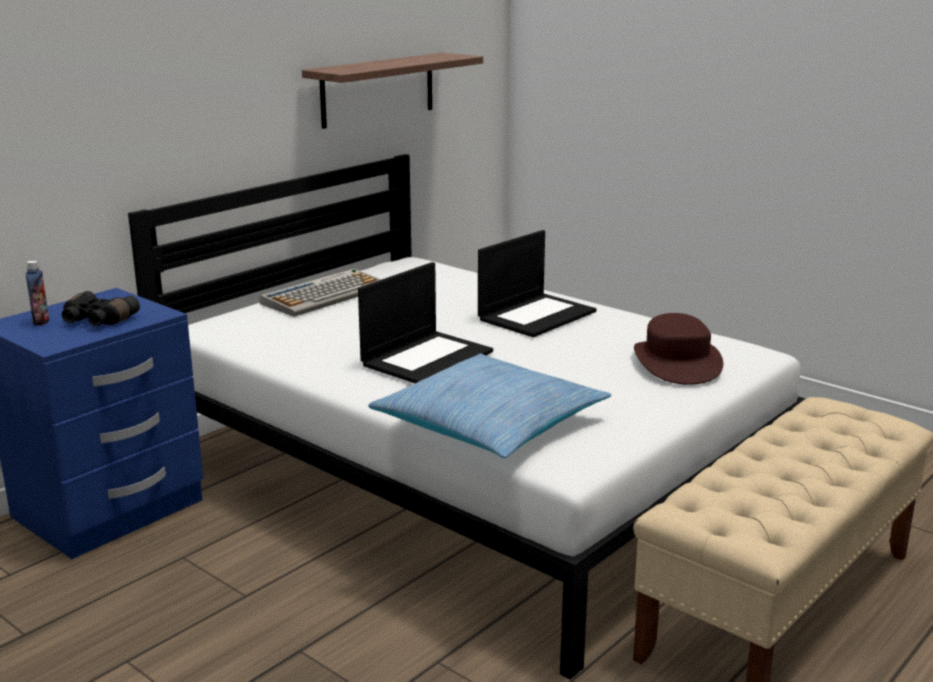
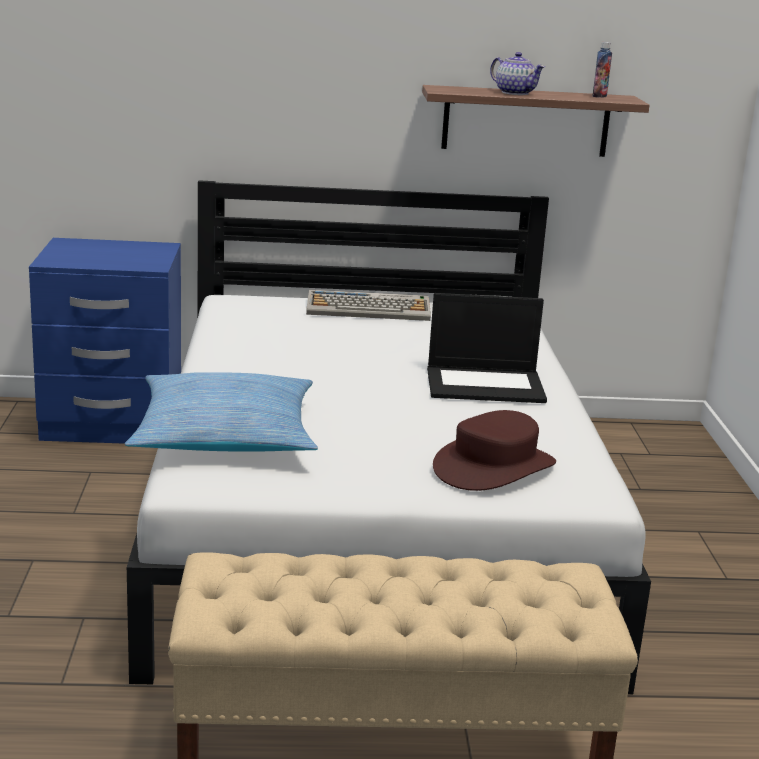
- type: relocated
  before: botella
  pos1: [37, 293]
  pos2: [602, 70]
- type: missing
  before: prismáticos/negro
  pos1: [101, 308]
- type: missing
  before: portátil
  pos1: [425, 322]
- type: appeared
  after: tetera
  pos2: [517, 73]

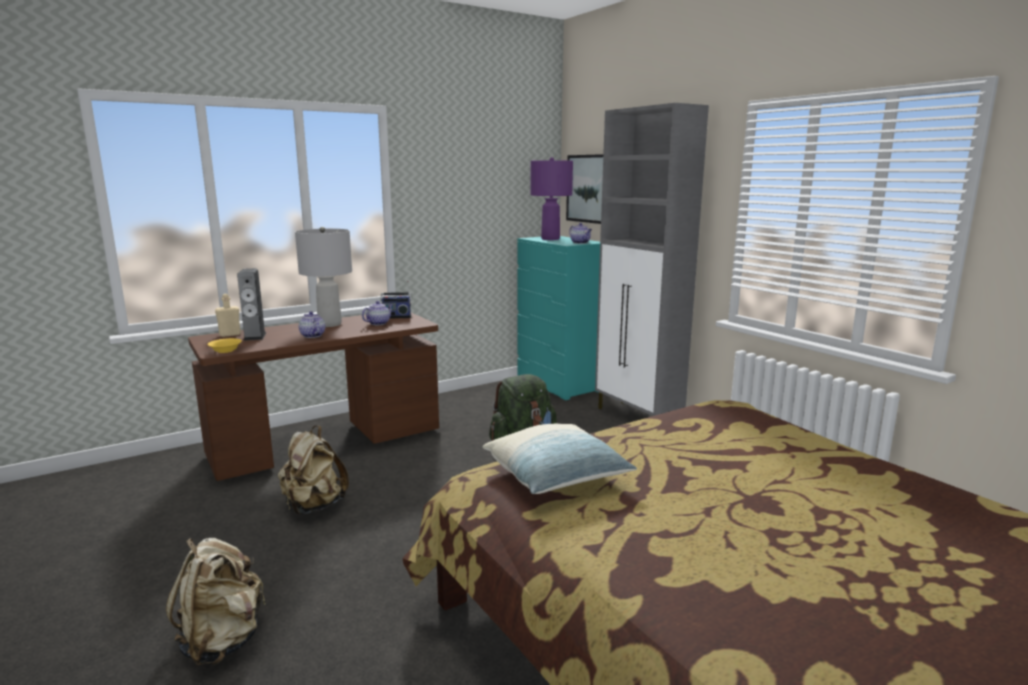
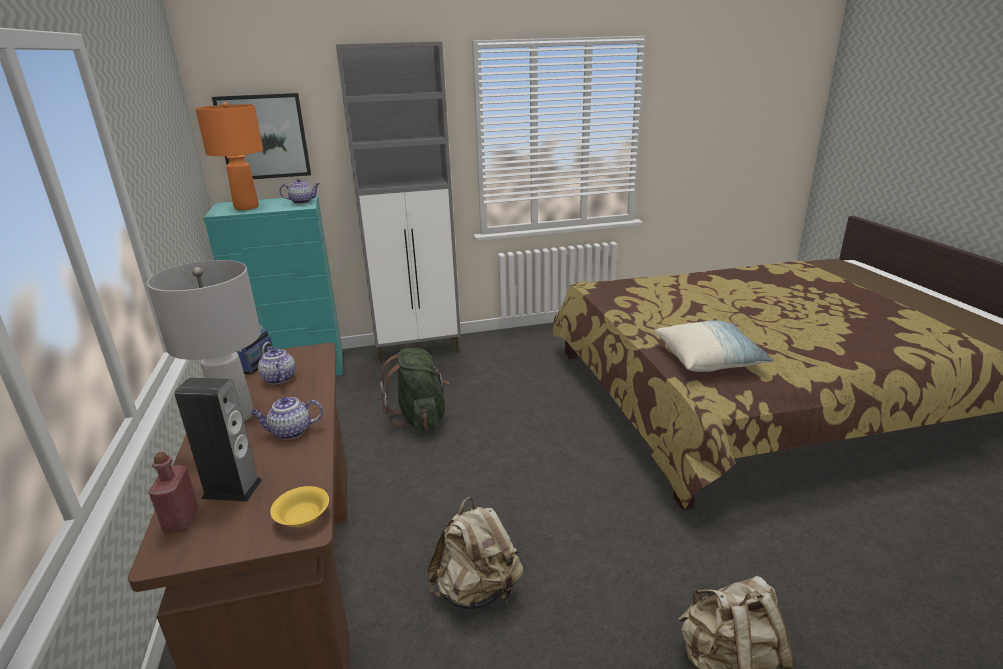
- type: colour
  before: botella/beis
  after: botella/rojo
  pos1: [228, 315]
  pos2: [173, 492]
- type: colour
  before: lámpara de mesa/morado
  after: lámpara de mesa/naranja
  pos1: [551, 198]
  pos2: [229, 156]

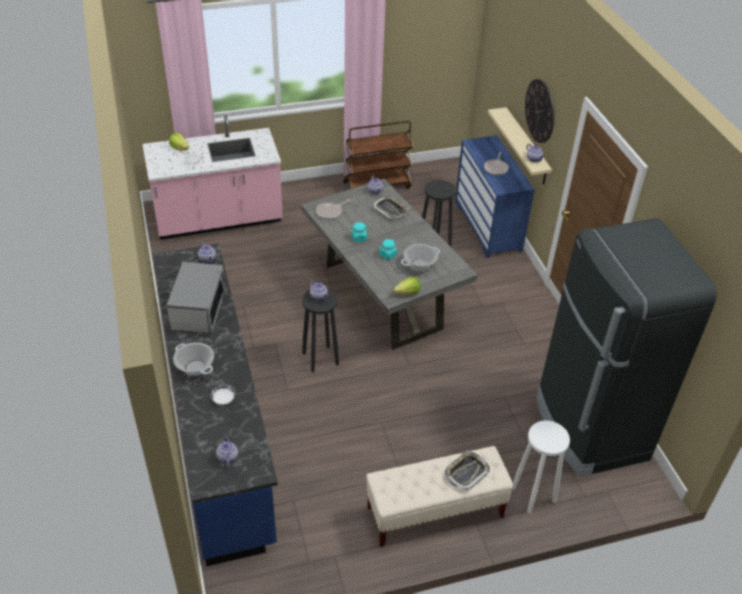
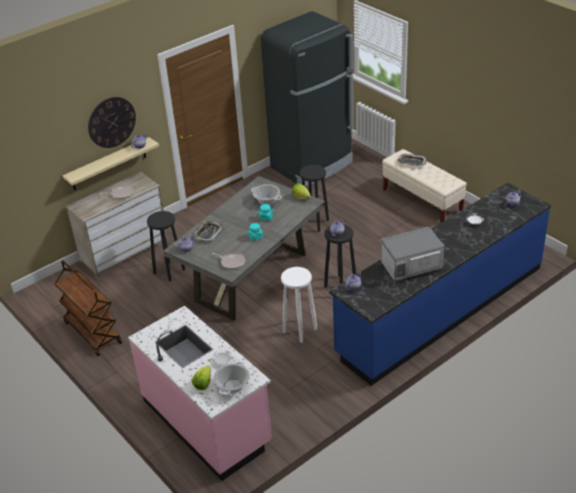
- type: relocated
  before: olla
  pos1: [193, 359]
  pos2: [231, 379]
- type: colour
  before: cómoda/azul
  after: cómoda/beis
  pos1: [495, 196]
  pos2: [117, 225]
- type: relocated
  before: taburete/blanco
  pos1: [541, 467]
  pos2: [299, 305]
- type: appeared
  after: taburete/negro
  pos2: [314, 198]

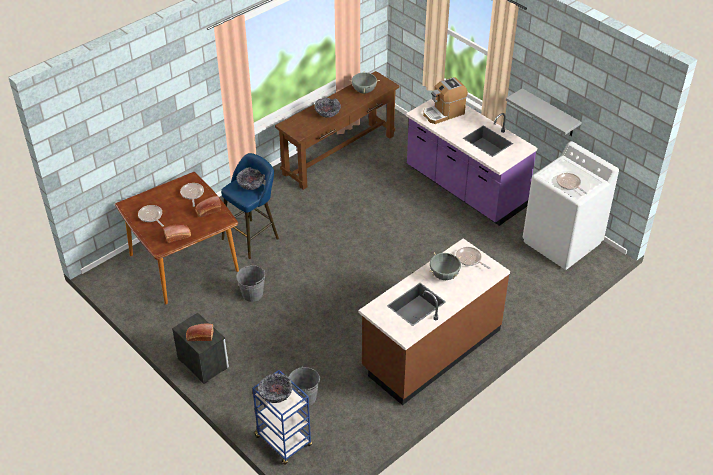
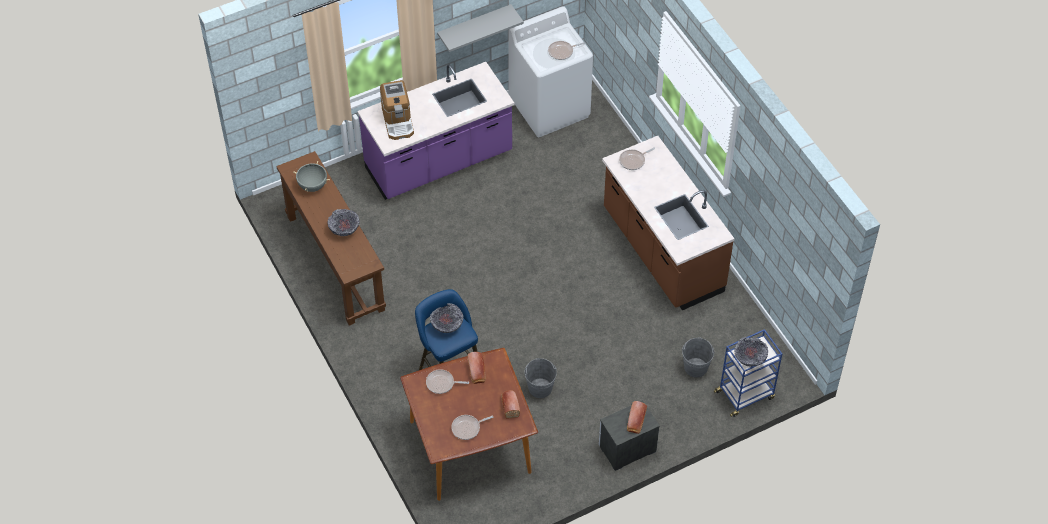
- type: missing
  before: olla/gris
  pos1: [445, 266]

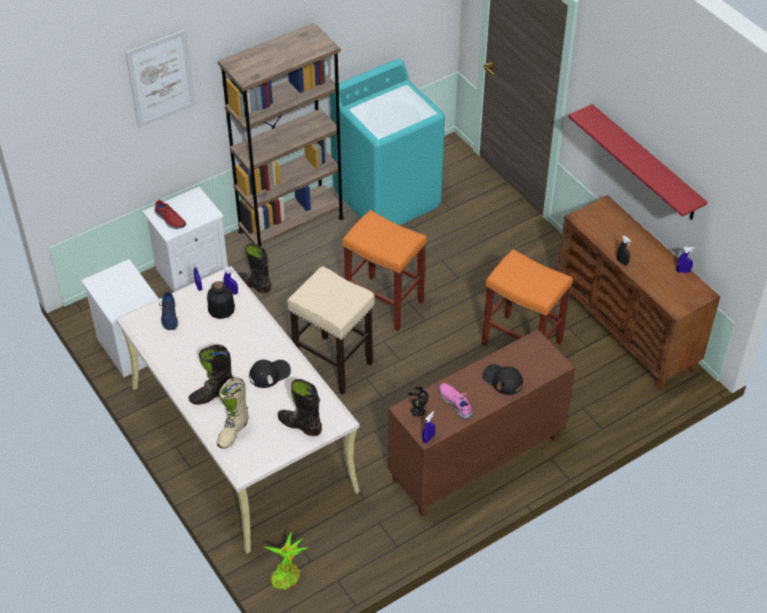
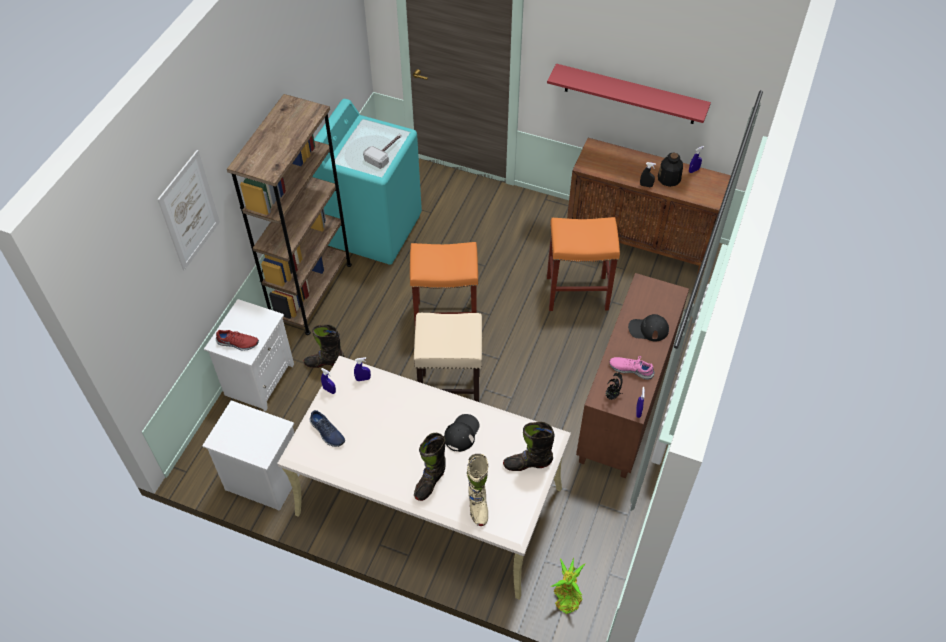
- type: relocated
  before: botella
  pos1: [221, 300]
  pos2: [670, 169]
- type: appeared
  after: martillo
  pos2: [382, 151]

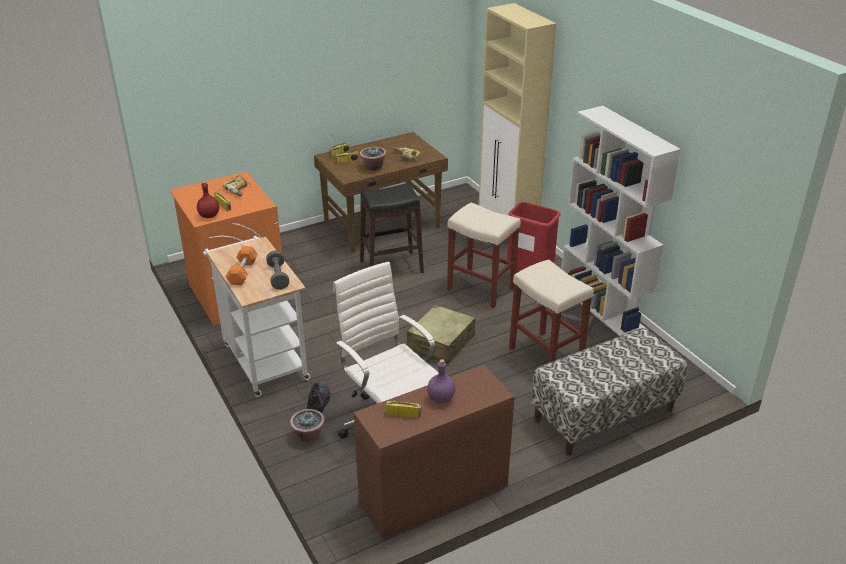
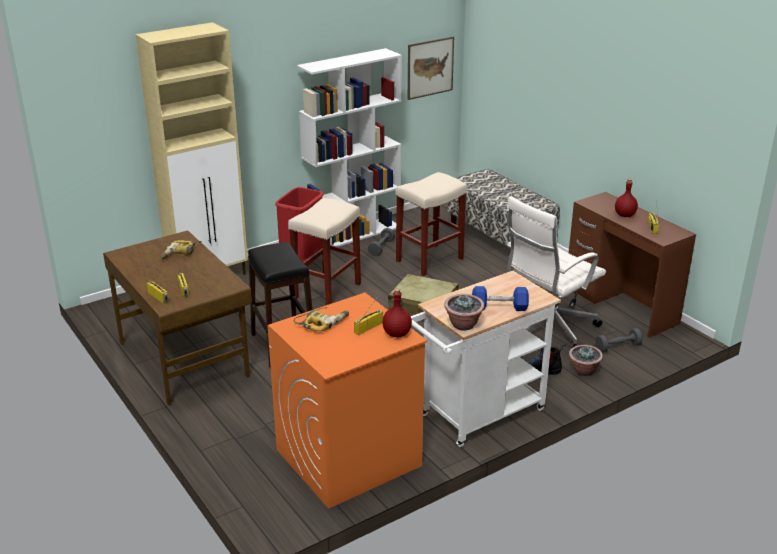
- type: colour
  before: mancuerna/naranja
  after: mancuerna/azul
  pos1: [242, 265]
  pos2: [500, 298]
- type: relocated
  before: mancuerna/gris
  pos1: [277, 270]
  pos2: [619, 340]
- type: relocated
  before: planta en maceta
  pos1: [373, 159]
  pos2: [464, 312]
- type: colour
  before: botella/morado
  after: botella/rojo
  pos1: [441, 381]
  pos2: [626, 198]
- type: appeared
  after: cuadro
  pos2: [431, 68]

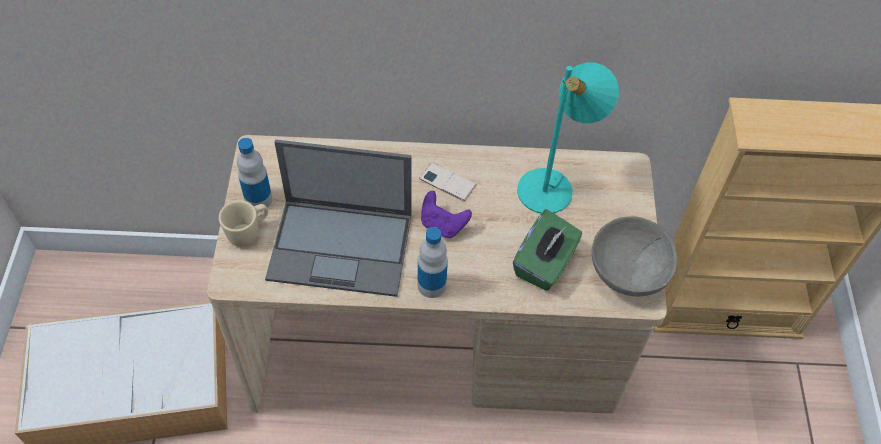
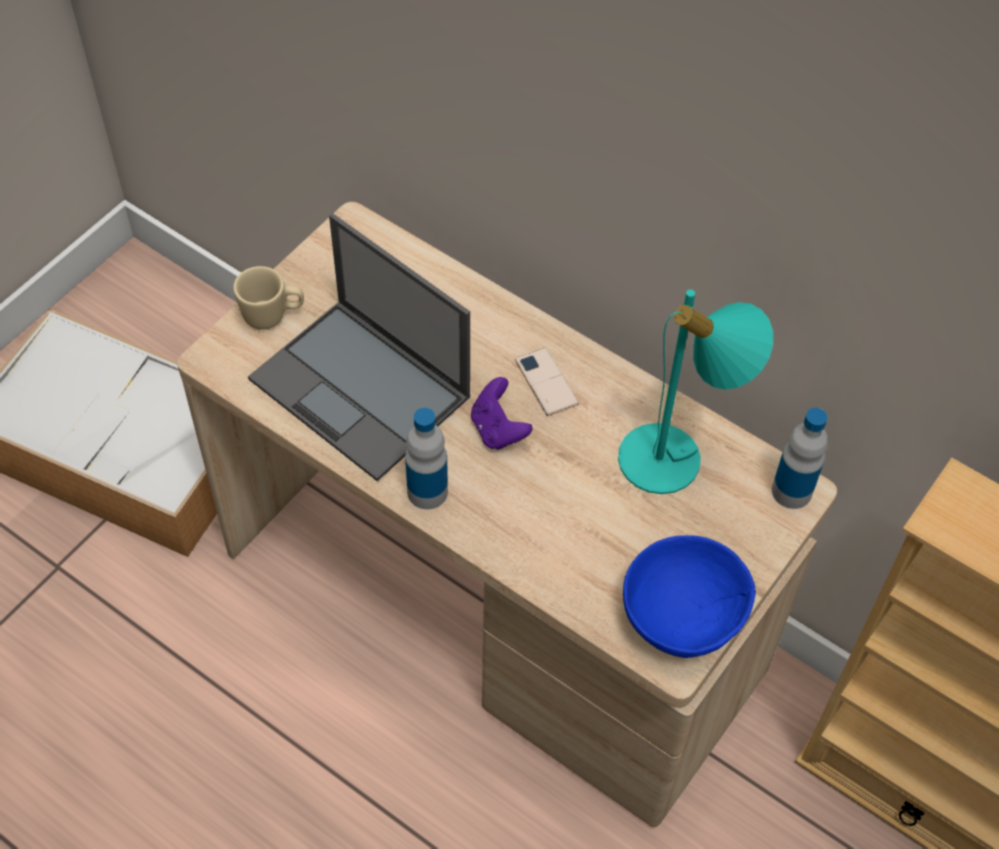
- type: relocated
  before: botella
  pos1: [254, 174]
  pos2: [800, 458]
- type: missing
  before: caja de pañuelos/verde
  pos1: [547, 250]
- type: colour
  before: cuenco/gris
  after: cuenco/azul
  pos1: [634, 256]
  pos2: [689, 596]

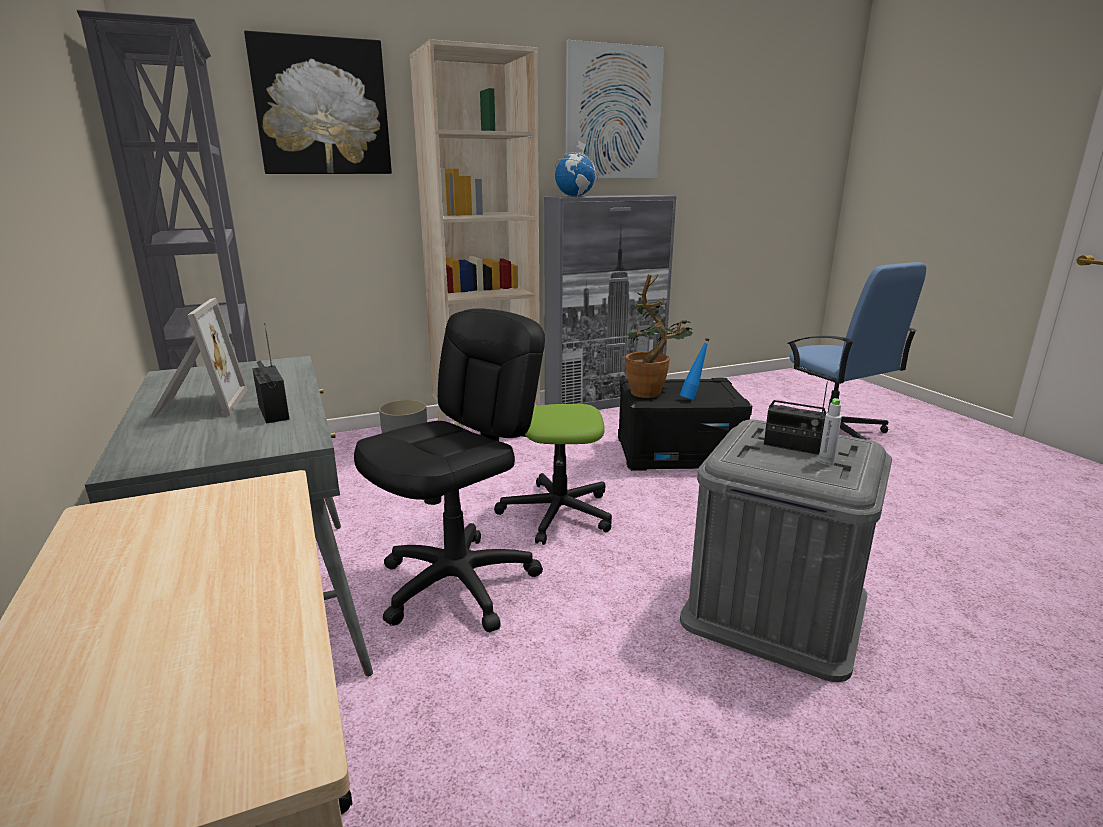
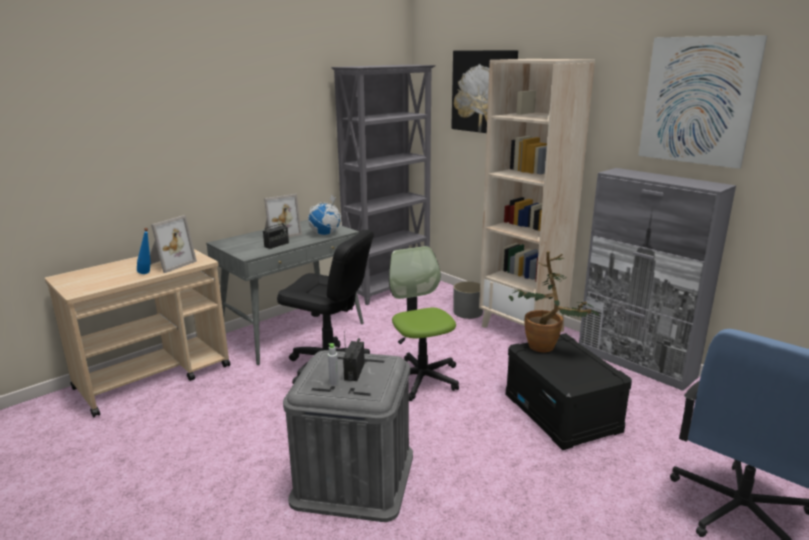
- type: relocated
  before: globo terráqueo
  pos1: [576, 168]
  pos2: [325, 215]
- type: relocated
  before: botella/azul
  pos1: [695, 369]
  pos2: [144, 251]
- type: appeared
  after: portarretratos
  pos2: [173, 244]

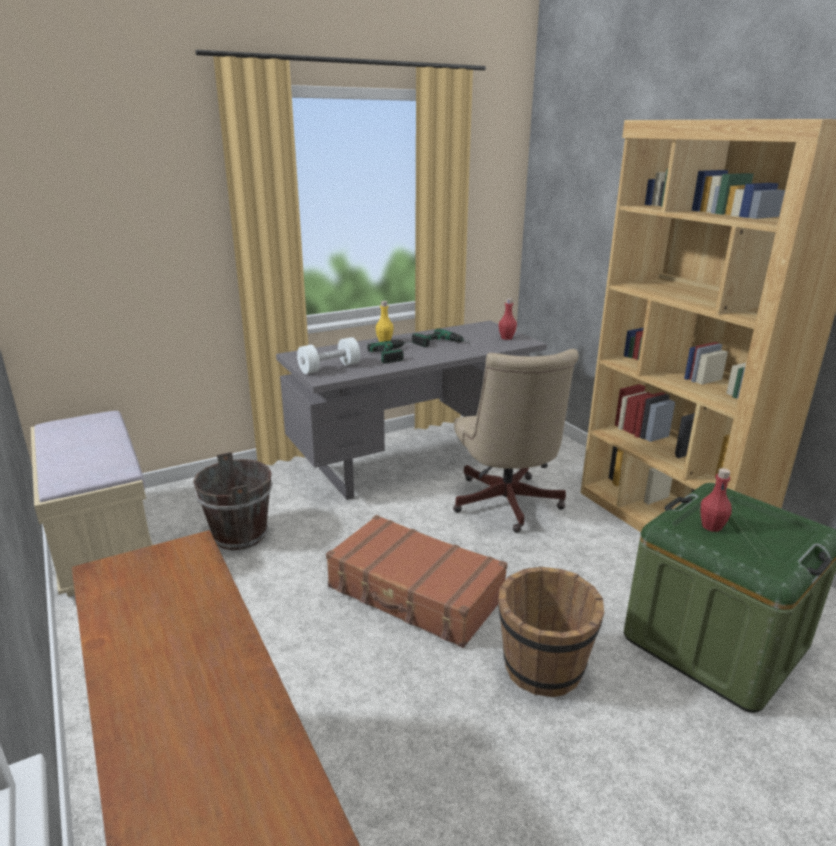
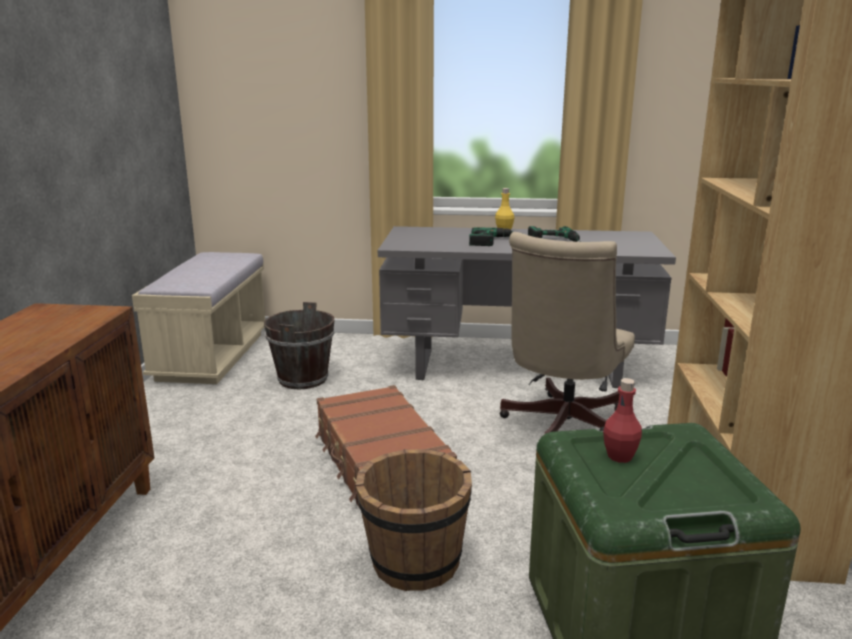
- type: missing
  before: mancuerna/blanco
  pos1: [328, 355]
- type: missing
  before: botella/rojo
  pos1: [508, 319]

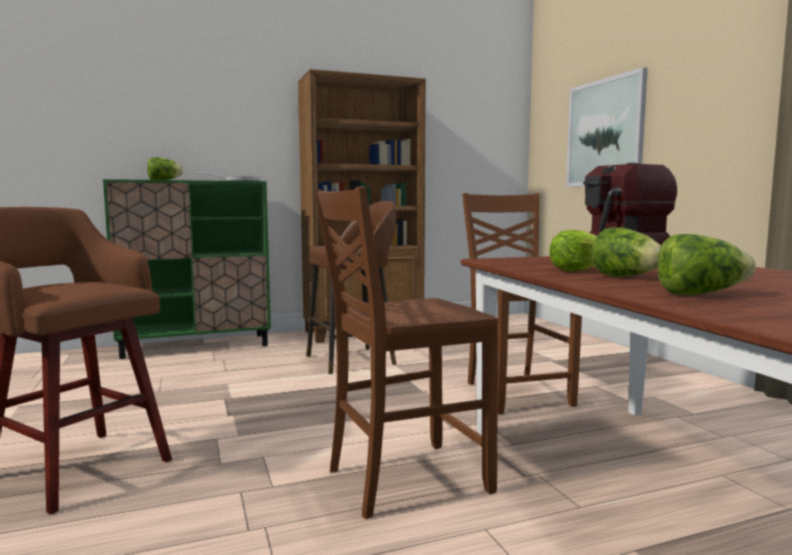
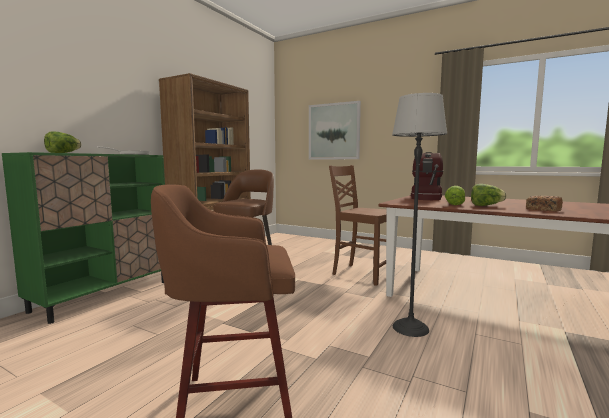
- type: exchanged
  before: silla/marrón
  after: lámpara de pie
  pos1: [406, 352]
  pos2: [419, 215]
- type: exchanged
  before: lechuga
  after: pan
  pos1: [706, 264]
  pos2: [544, 203]

